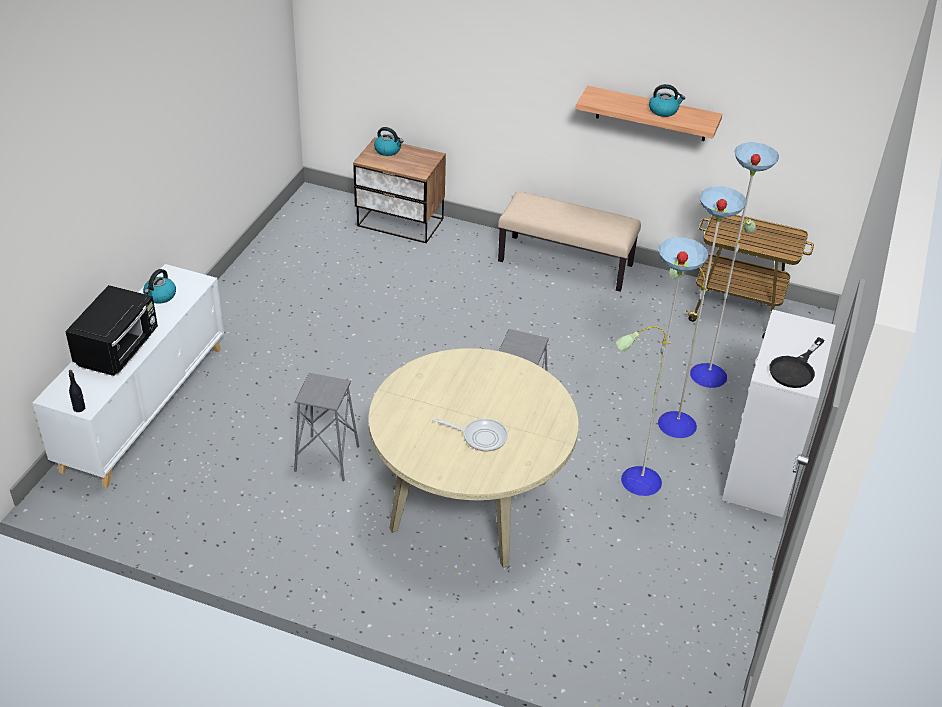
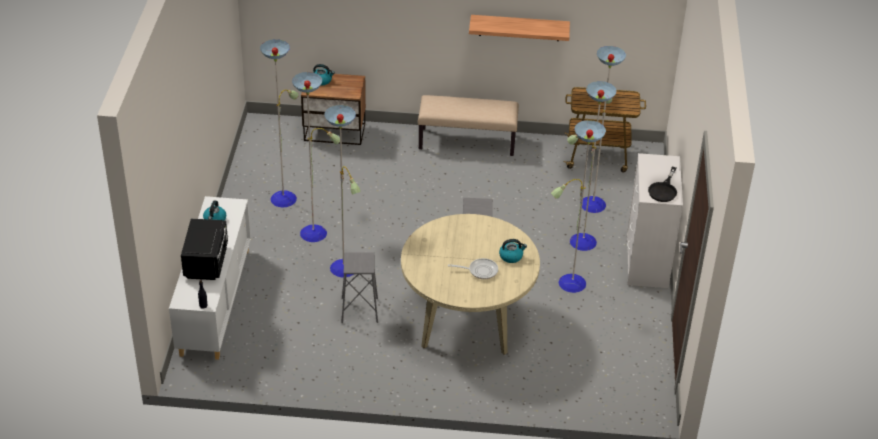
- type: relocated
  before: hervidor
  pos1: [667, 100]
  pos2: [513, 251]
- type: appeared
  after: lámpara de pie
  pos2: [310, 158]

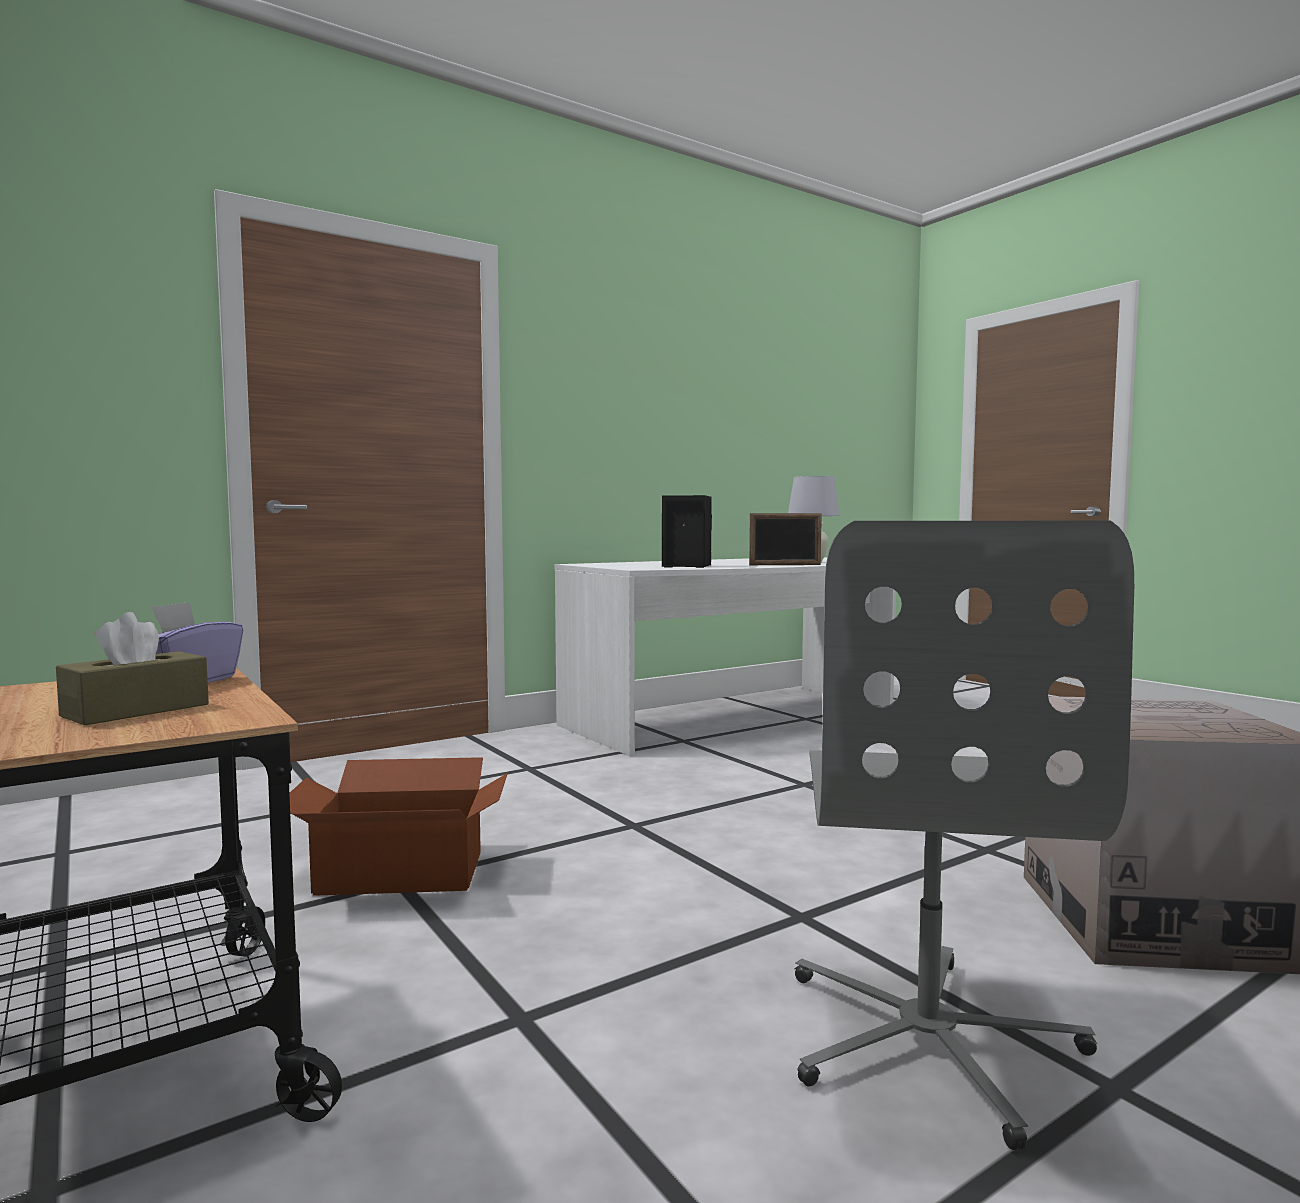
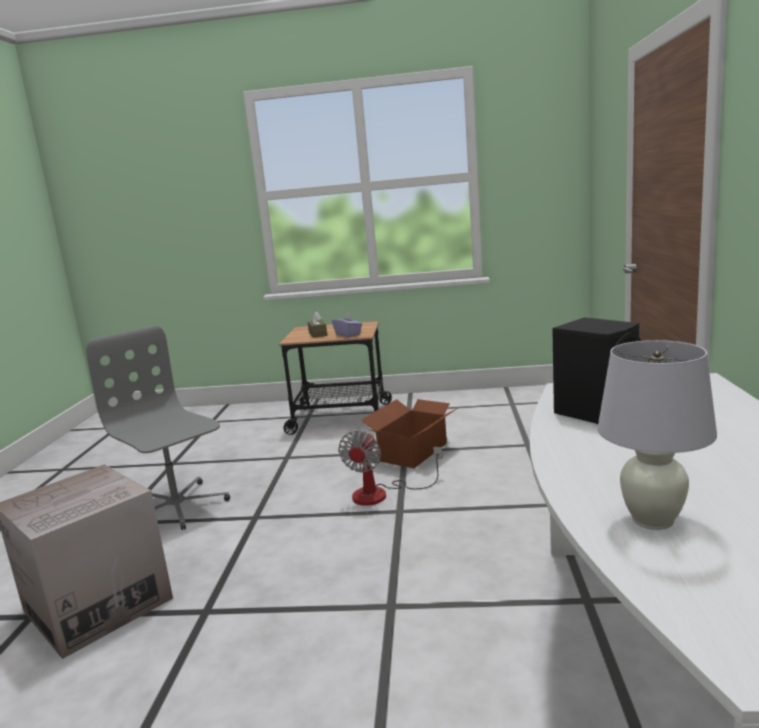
- type: missing
  before: portarretratos
  pos1: [785, 539]
- type: appeared
  after: ventilador
  pos2: [390, 468]

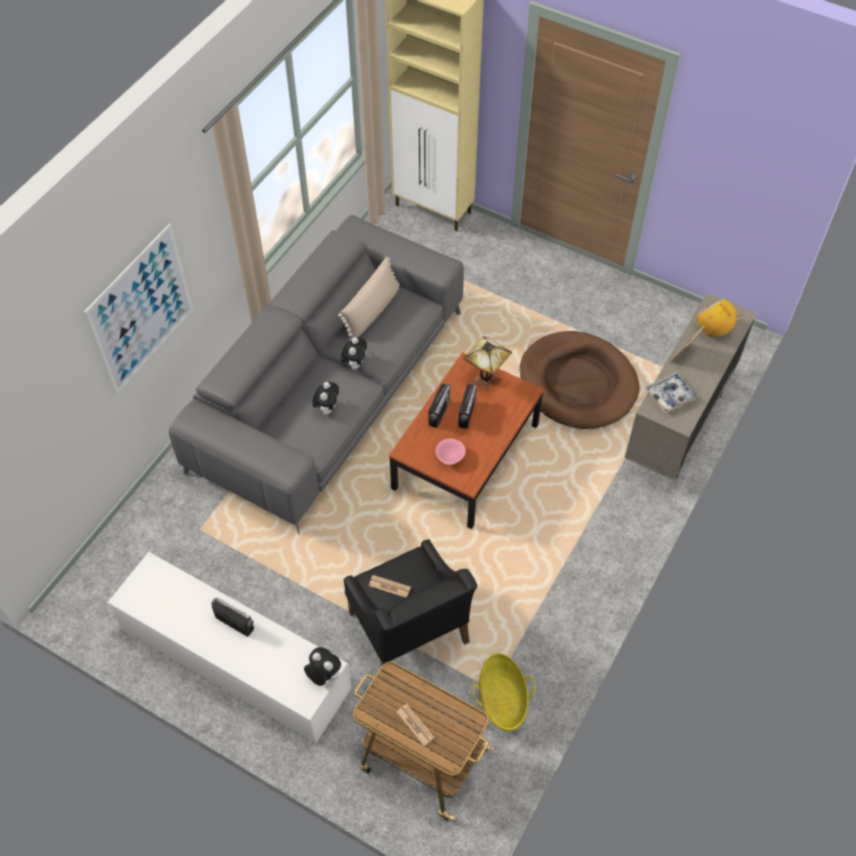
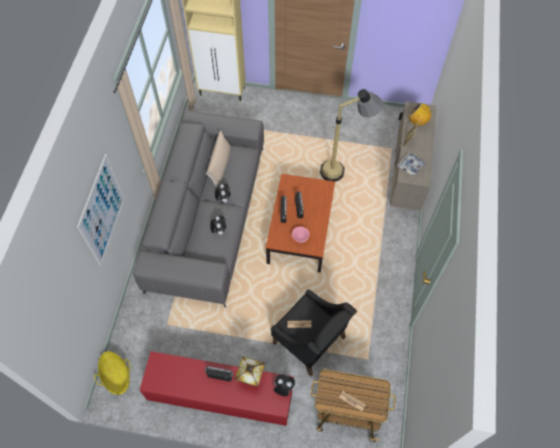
- type: colour
  before: mueble de televisión/blanco
  after: mueble de televisión/rojo
  pos1: [229, 648]
  pos2: [217, 388]
- type: relocated
  before: lámpara de mesa
  pos1: [487, 362]
  pos2: [250, 372]
- type: relocated
  before: cesta
  pos1: [504, 692]
  pos2: [112, 373]
- type: exchanged
  before: cama para perro/marrón
  after: lámpara de pie
  pos1: [580, 380]
  pos2: [351, 135]

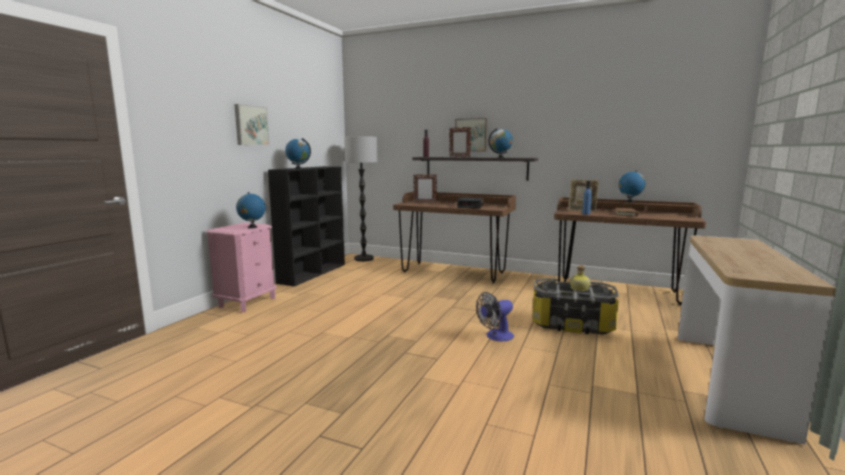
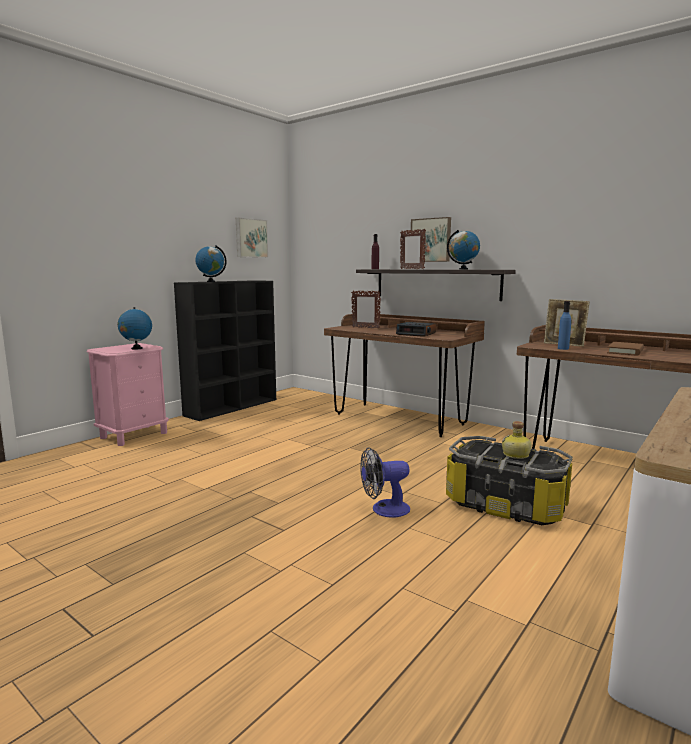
- type: relocated
  before: cuadro
  pos1: [252, 124]
  pos2: [252, 238]
- type: missing
  before: lámpara de pie
  pos1: [360, 199]
- type: missing
  before: globo terráqueo
  pos1: [632, 187]

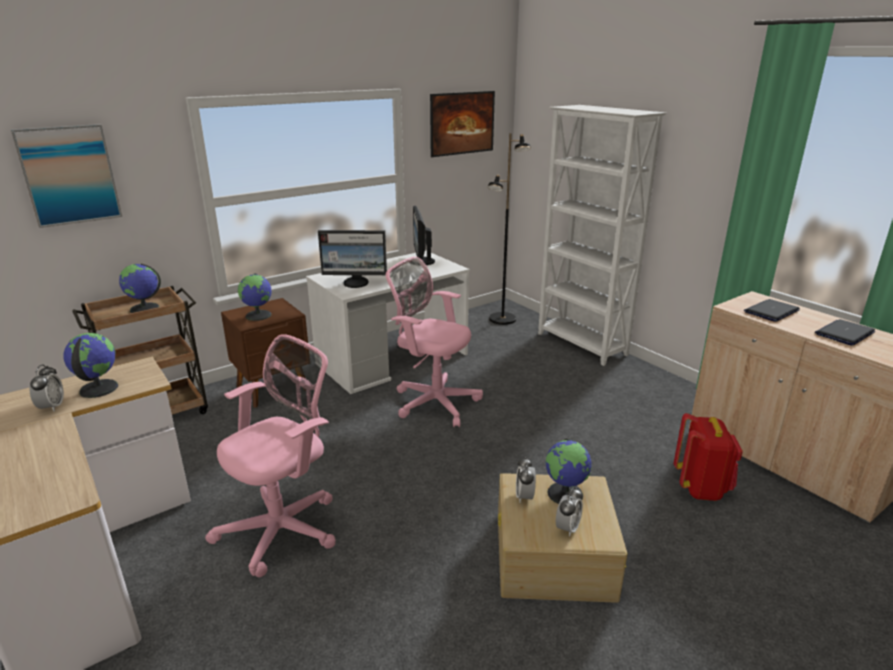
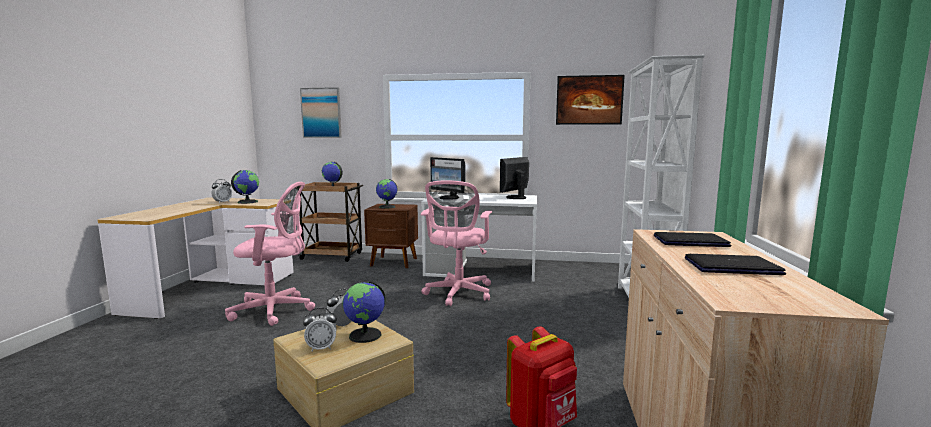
- type: spun
  before: silla de oficina/rosa
  pos1: [434, 342]
  pos2: [456, 243]
  turn: -150
- type: missing
  before: lámpara de pie/negro
  pos1: [509, 229]

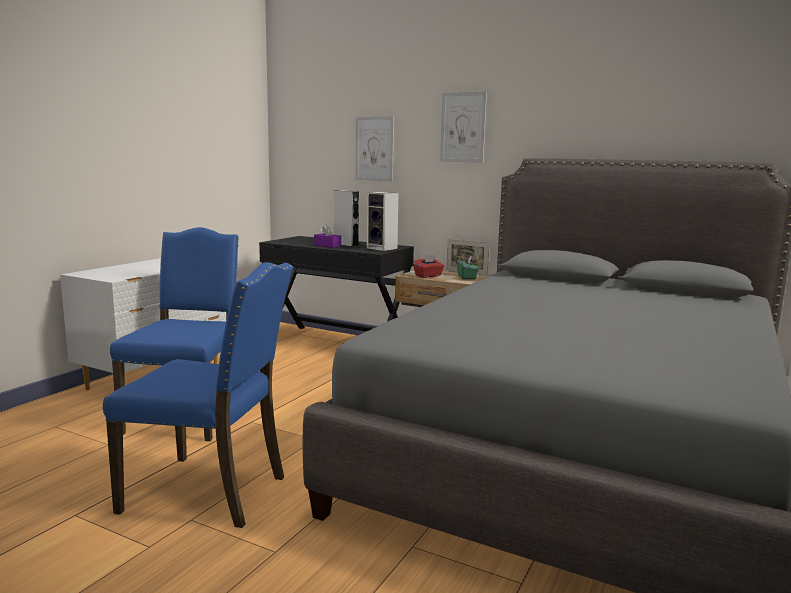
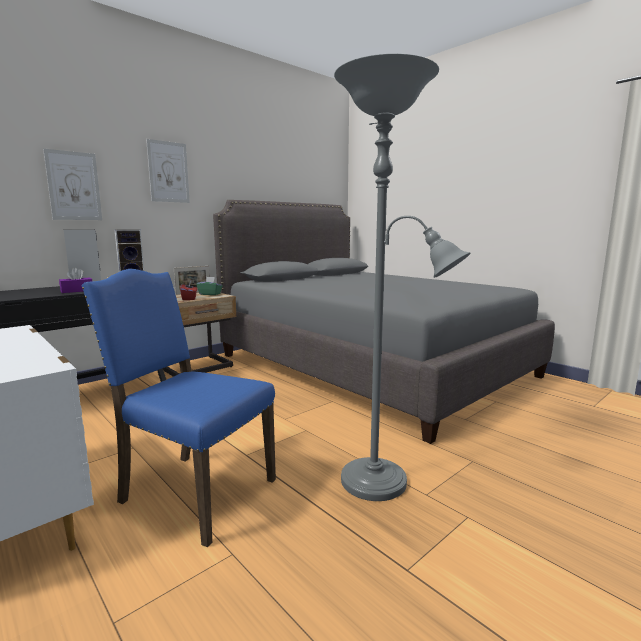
- type: exchanged
  before: silla/azul
  after: lámpara de pie/gris
  pos1: [198, 395]
  pos2: [402, 277]

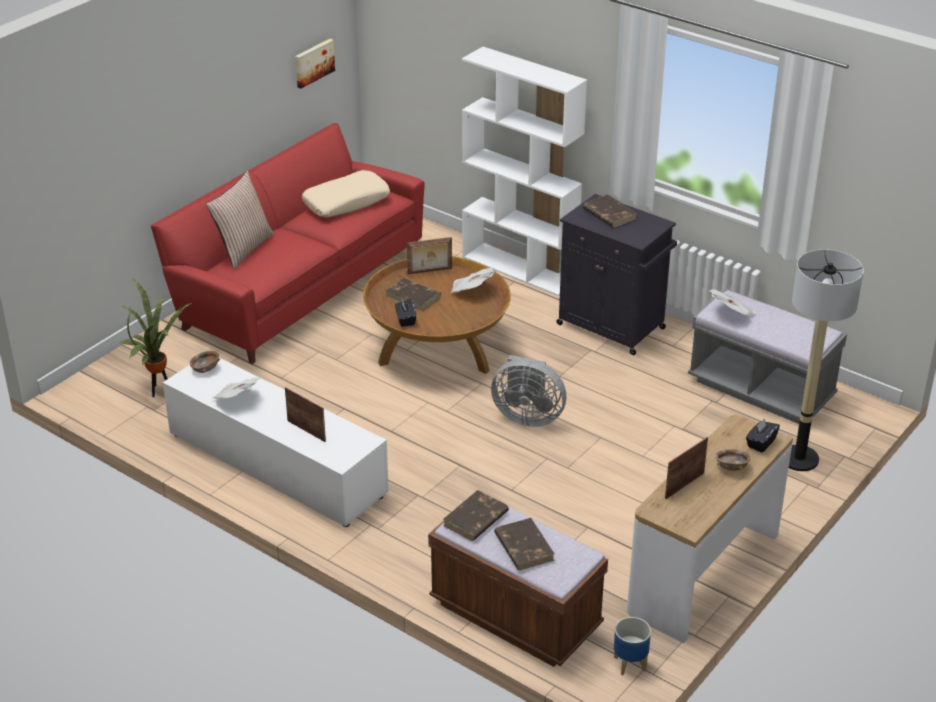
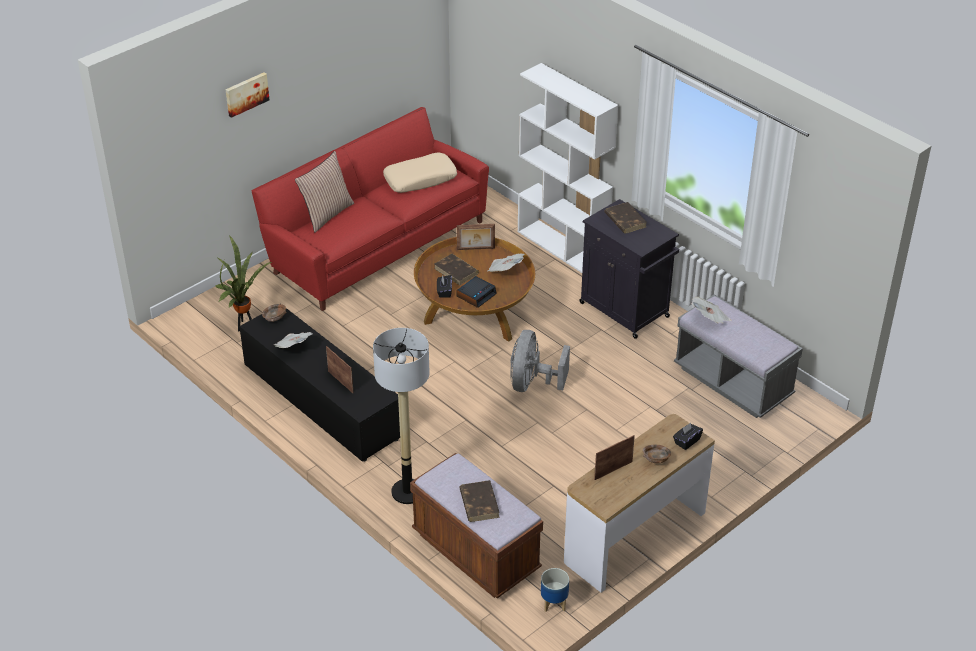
- type: colour
  before: mueble de televisión/blanco
  after: mueble de televisión/negro
  pos1: [276, 442]
  pos2: [319, 385]
- type: relocated
  before: cuadro
  pos1: [315, 64]
  pos2: [247, 95]
- type: missing
  before: libro/marrón
  pos1: [476, 515]
- type: spun
  before: ventilador/gris
  pos1: [528, 391]
  pos2: [540, 361]
  turn: 75
- type: relocated
  before: lámpara de pie
  pos1: [826, 360]
  pos2: [401, 416]
- type: appeared
  after: despertador
  pos2: [476, 292]

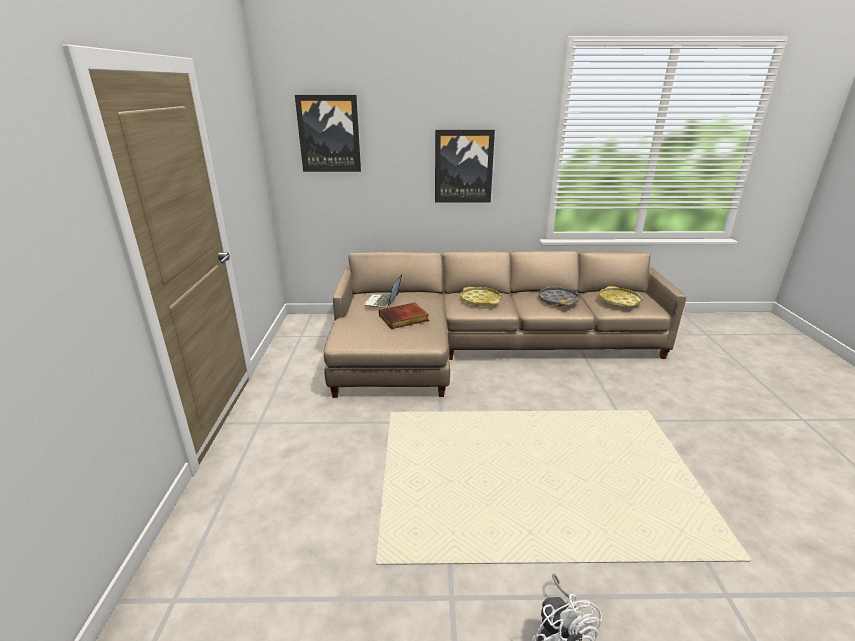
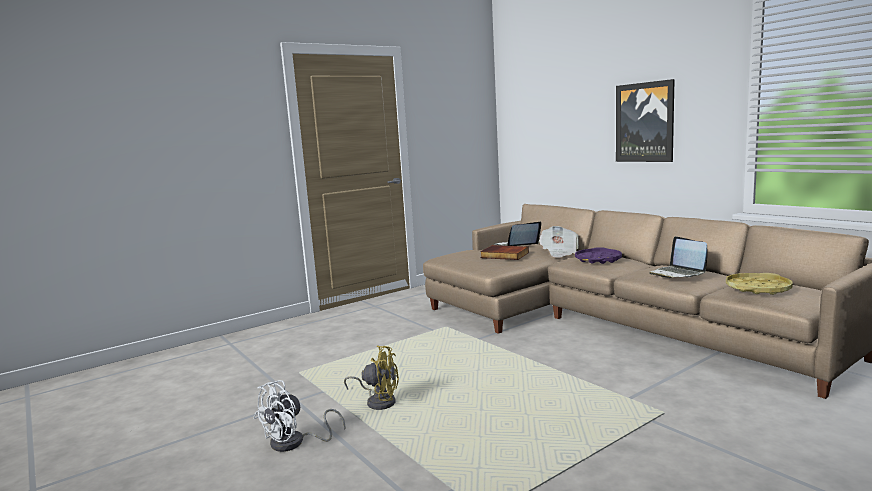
- type: missing
  before: cuadro
  pos1: [328, 133]
- type: colour
  before: bandeja/amarillo
  after: bandeja/morado
  pos1: [481, 297]
  pos2: [598, 255]
- type: exchanged
  before: bandeja/gris
  after: portátil
  pos1: [559, 296]
  pos2: [678, 257]
- type: appeared
  after: ventilador/amarillo
  pos2: [371, 378]
- type: appeared
  after: periódico
  pos2: [559, 242]

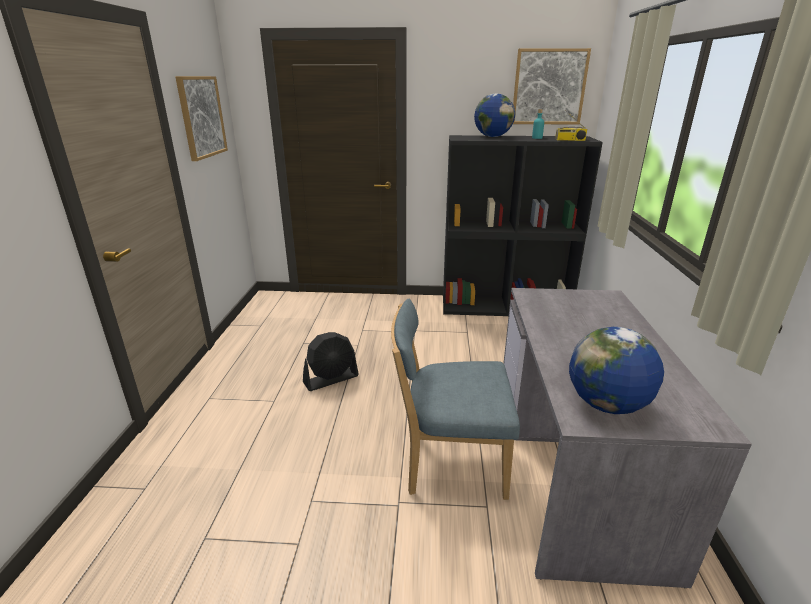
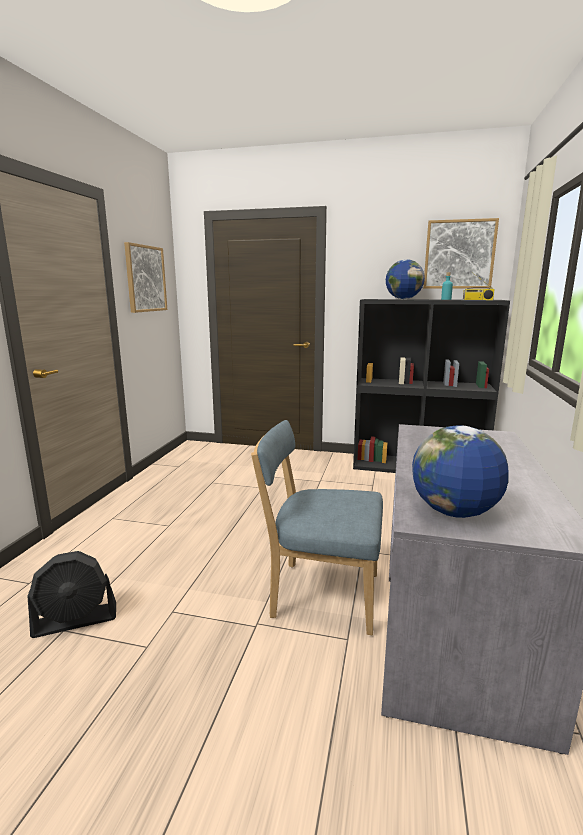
- type: relocated
  before: ventilador/negro
  pos1: [331, 361]
  pos2: [71, 594]

